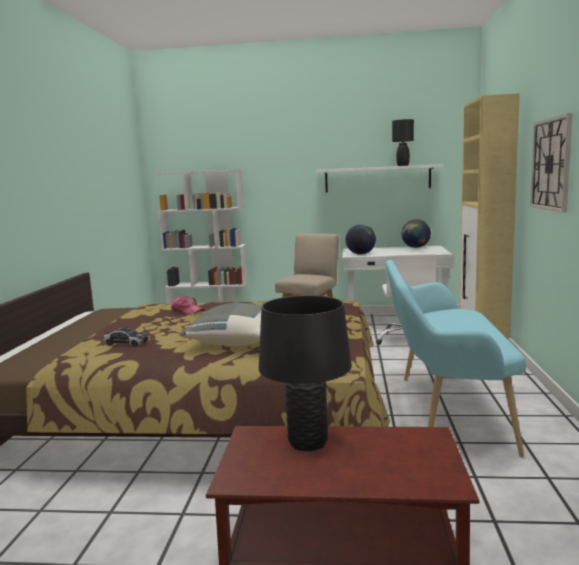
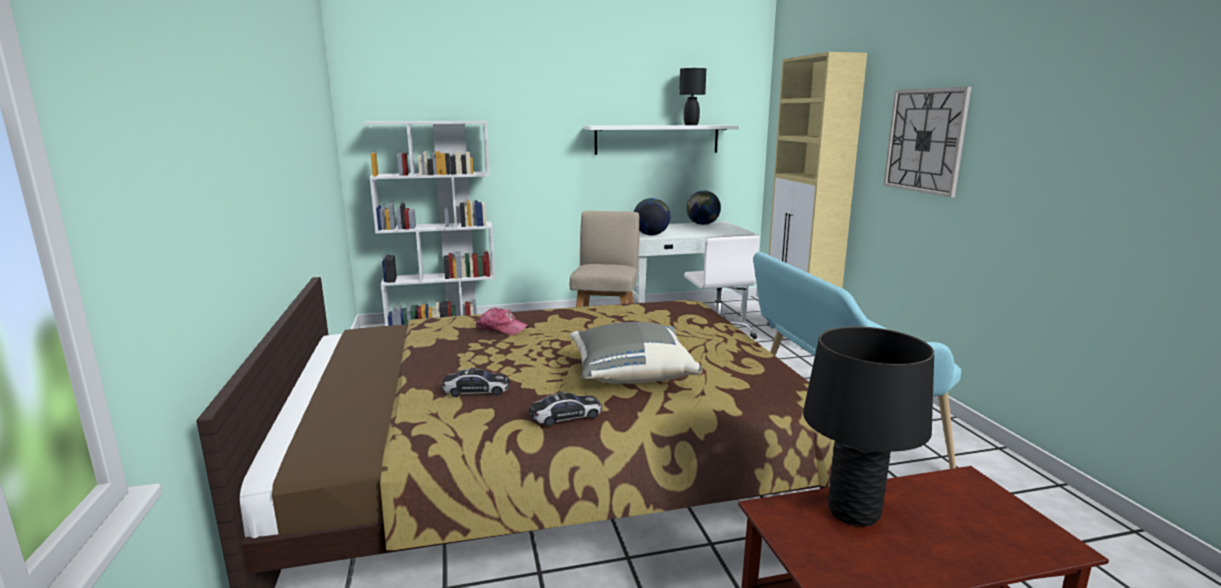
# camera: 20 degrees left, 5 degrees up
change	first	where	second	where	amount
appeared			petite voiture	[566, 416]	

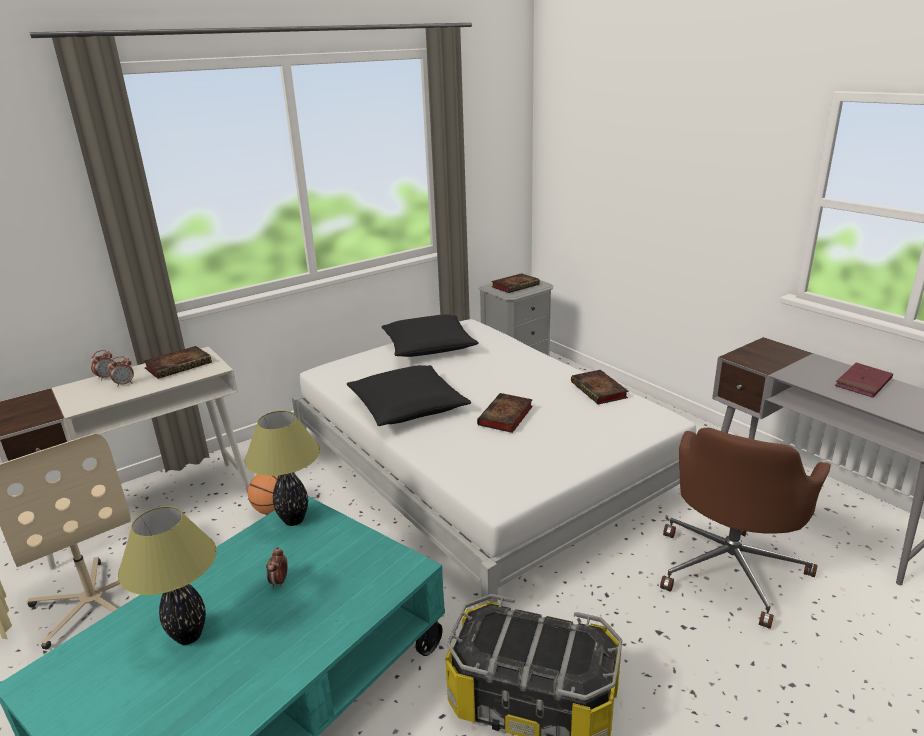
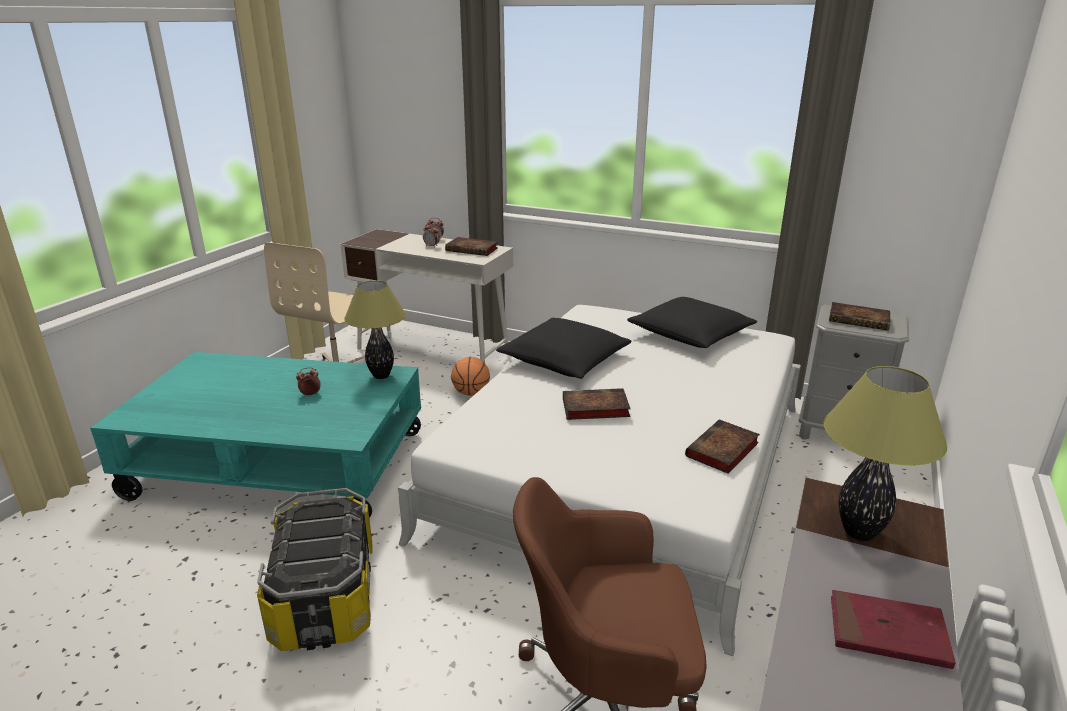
# camera: 60 degrees right, 0 degrees up
change	first	where	second	where	amount
relocated	lampe de table	[189, 636]		[859, 533]	

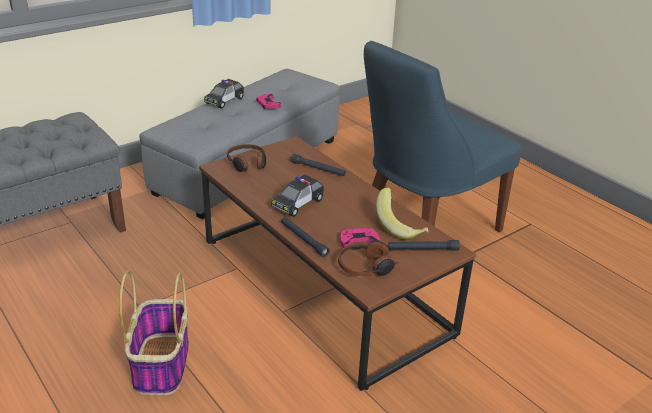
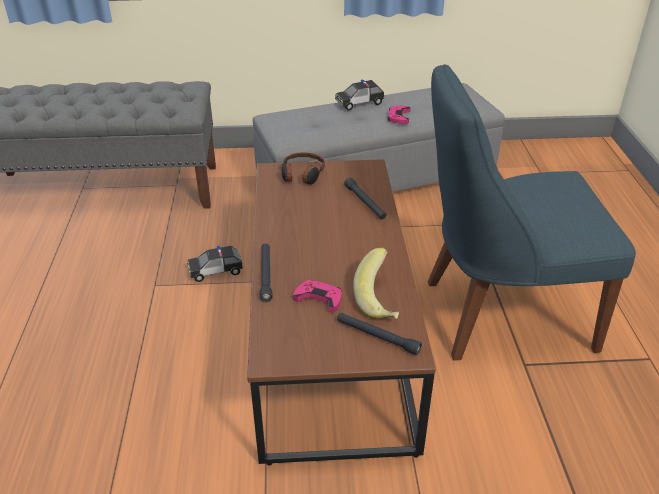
# camera: 35 degrees right, 5 degrees up
change	first	where	second	where	amount
relocated	petite voiture	[298, 204]		[216, 271]	
missing	casque audio	[366, 267]			
missing	panier	[161, 363]			

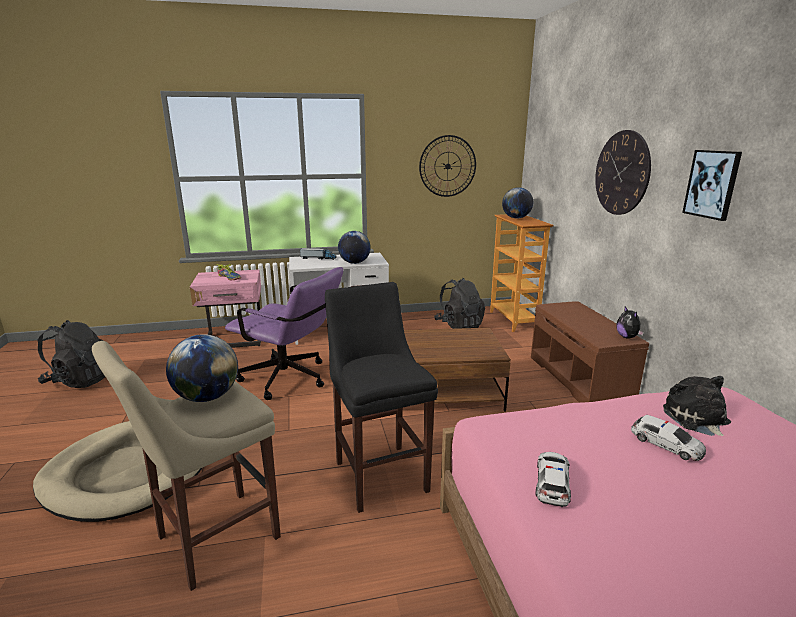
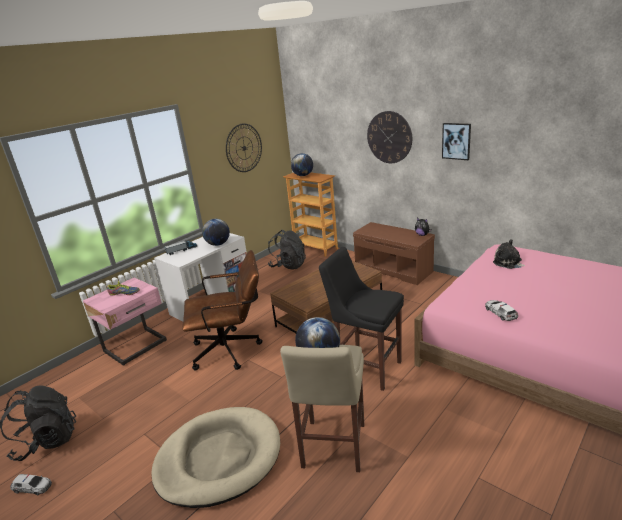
# camera: 35 degrees left, 5 degrees up
change	first	where	second	where	amount
colour	chaise de bureau/violet	[291, 380]	chaise de bureau/marron	[232, 350]	
relocated	petite voiture	[666, 444]		[32, 487]	

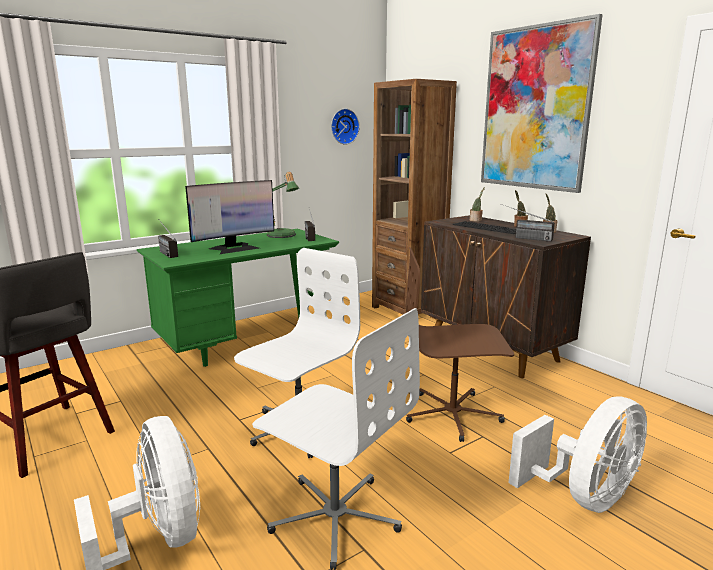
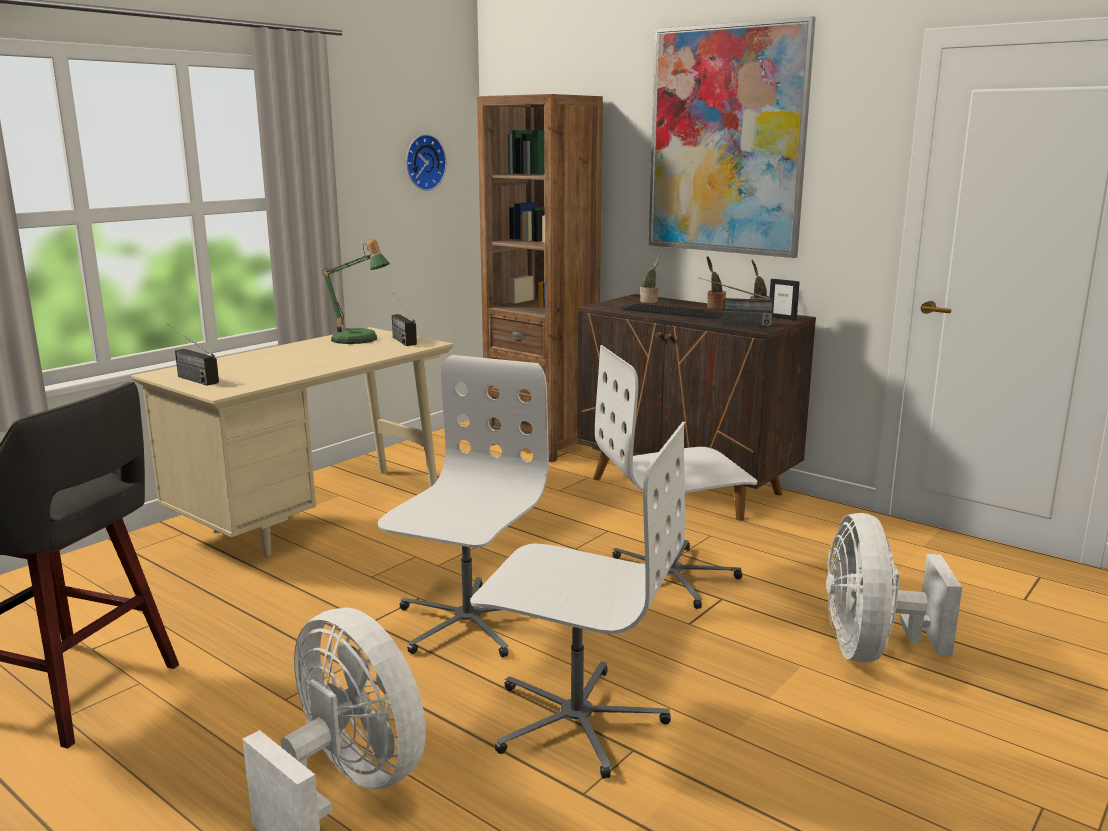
# camera: 15 degrees left, 0 degrees up
change	first	where	second	where	amount
missing	écran d'ordinateur	[234, 248]			
colour	bureau/vert	[247, 342]	bureau/beige	[316, 514]	
colour	chaise de bureau/marron	[453, 414]	chaise de bureau/blanc	[671, 577]	
spun	ventilateur/blanc	[584, 497]		[871, 649]	150 degrees clockwise
appeared			cadre photo	[782, 318]	

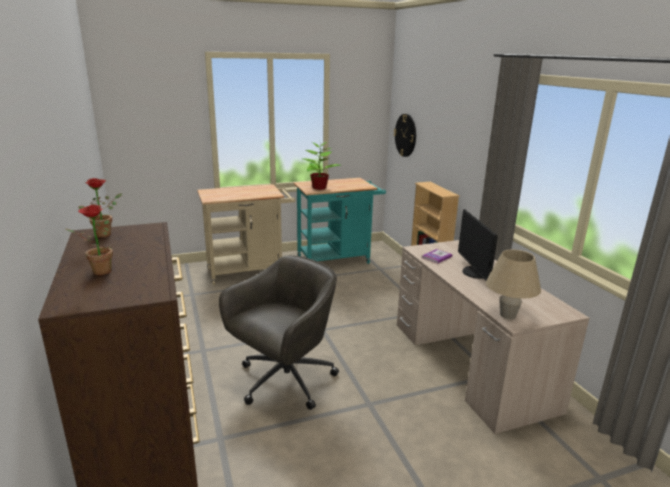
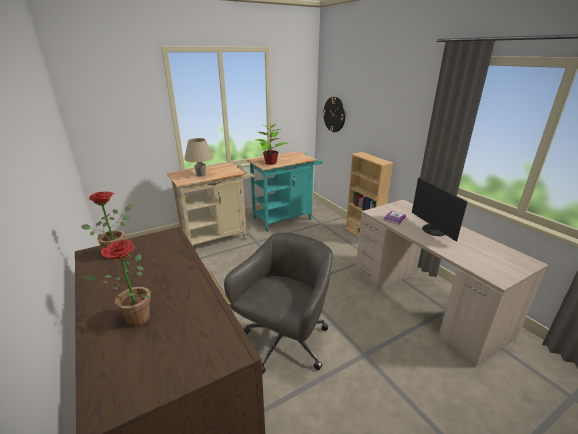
# camera: 10 degrees left, 5 degrees up
change	first	where	second	where	amount
relocated	lampe de table/beige	[508, 315]		[201, 175]	

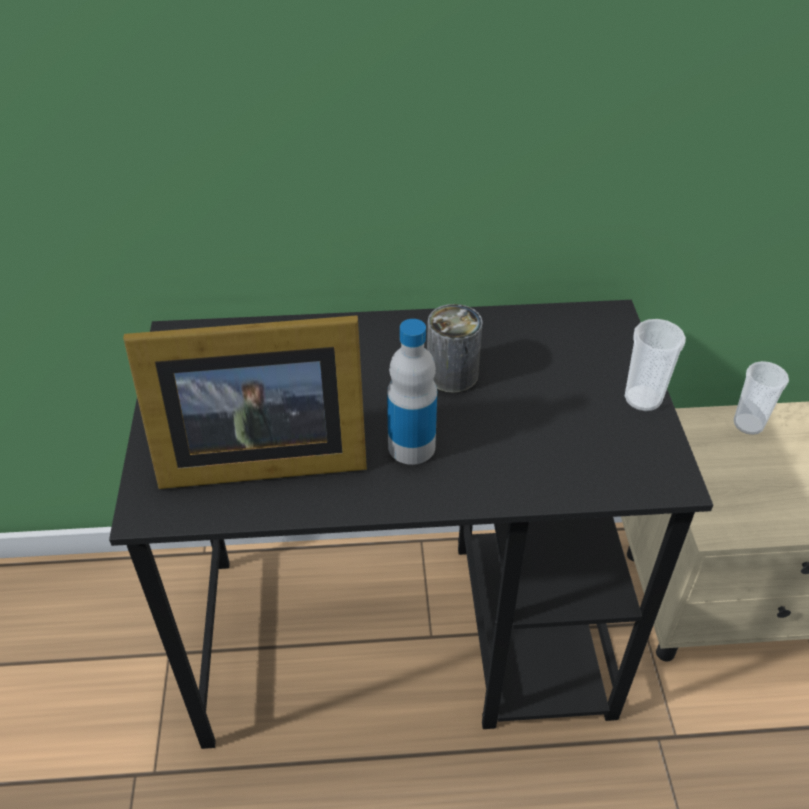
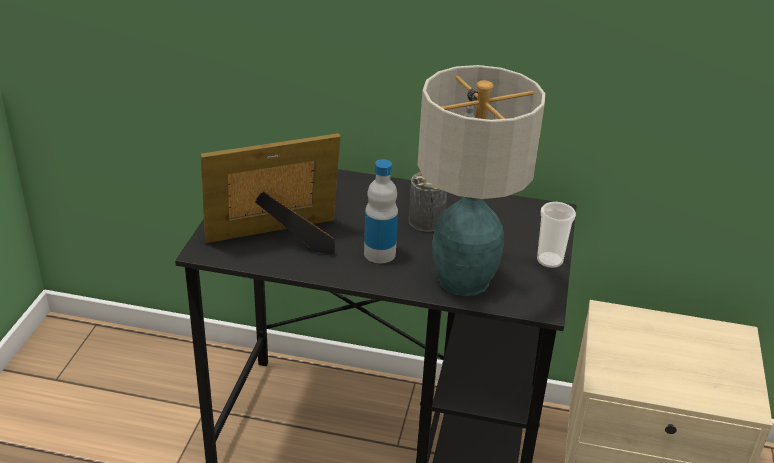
# camera: 15 degrees right, 10 degrees down
change	first	where	second	where	amount
spun	cadre photo	[256, 457]		[279, 239]	150 degrees clockwise
missing	tasse	[748, 424]			
appeared			lampe de table	[462, 279]	

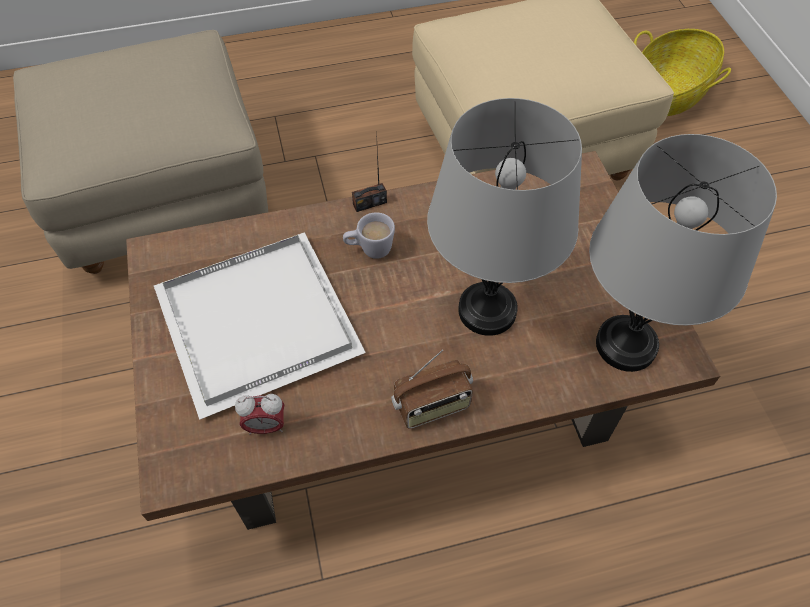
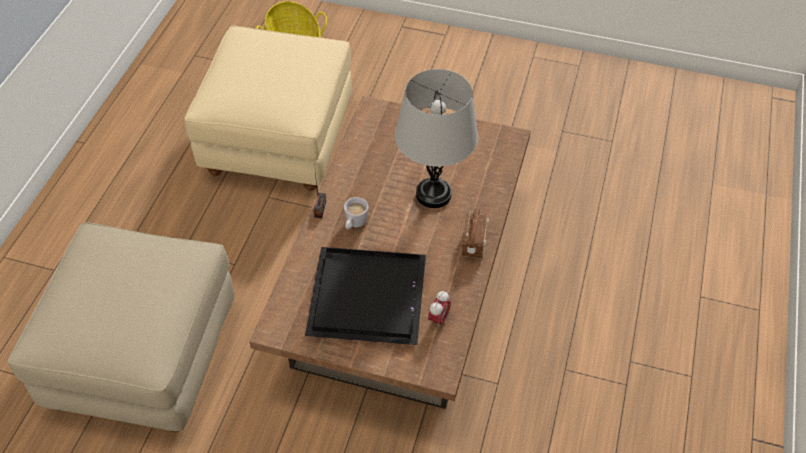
# camera: 60 degrees left, 5 degrees down
change	first	where	second	where	amount
missing	lampe de table/gris	[625, 345]			
colour	plateau/blanc	[255, 326]	plateau/noir	[369, 299]	

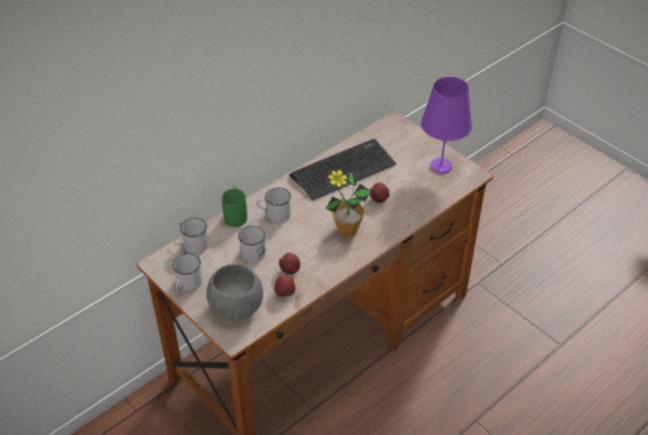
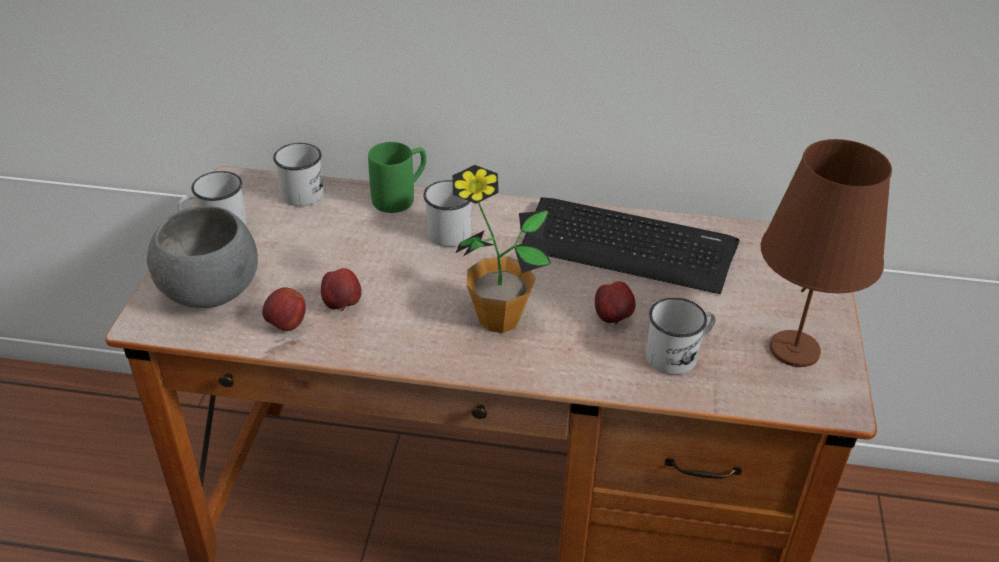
# camera: 50 degrees right, 5 degrees down
change	first	where	second	where	amount
colour	lampe de table/violet	[441, 166]	lampe de table/marron	[795, 349]	
relocated	mug/blanc	[254, 250]		[678, 355]	

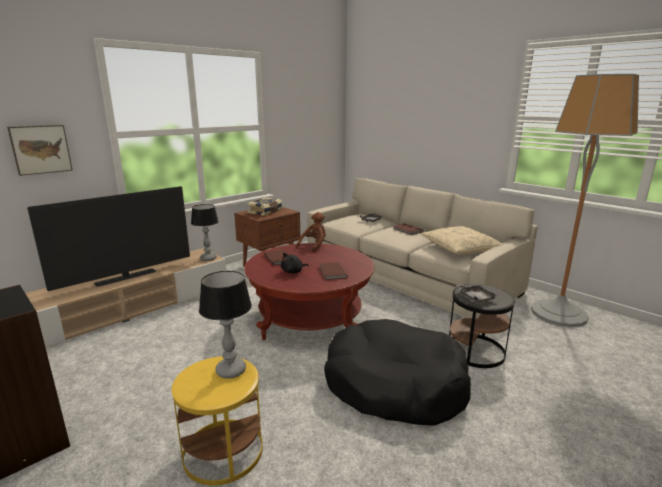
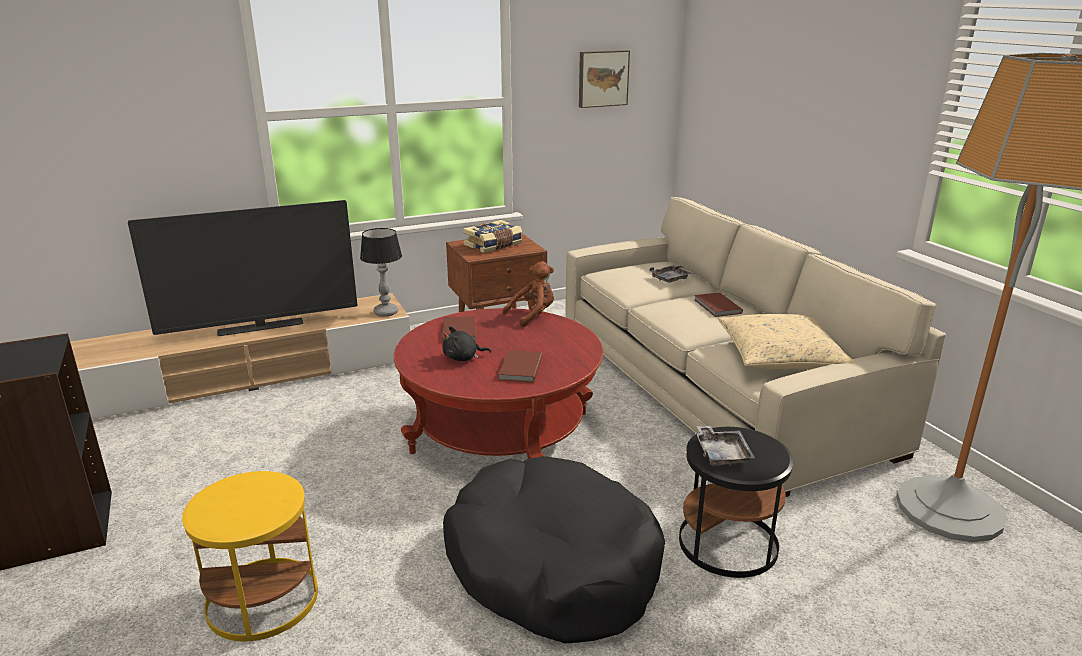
# camera: 20 degrees right, 5 degrees up
change	first	where	second	where	amount
relocated	tableau	[40, 149]		[602, 78]	
missing	lampe de table	[230, 371]			

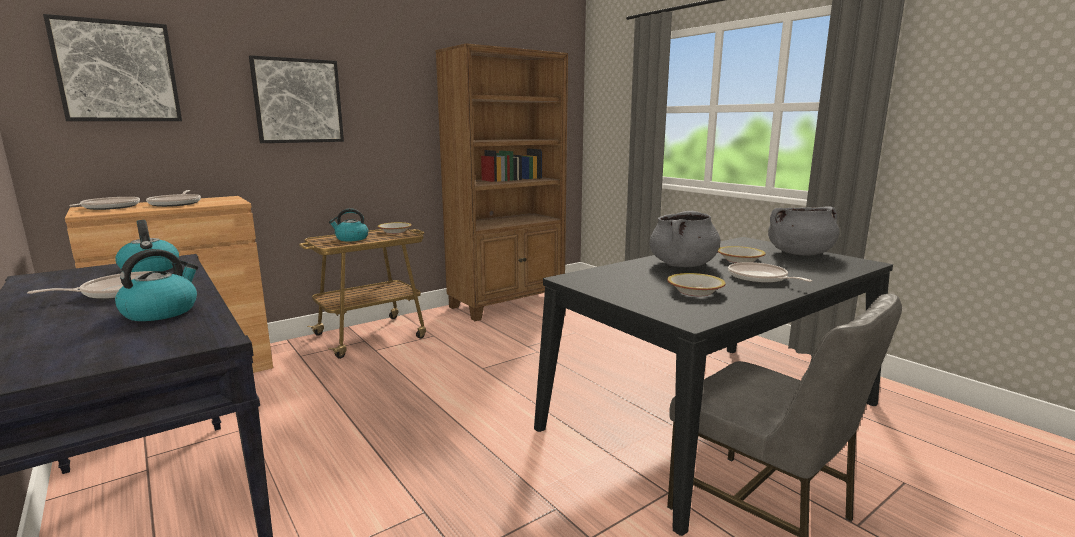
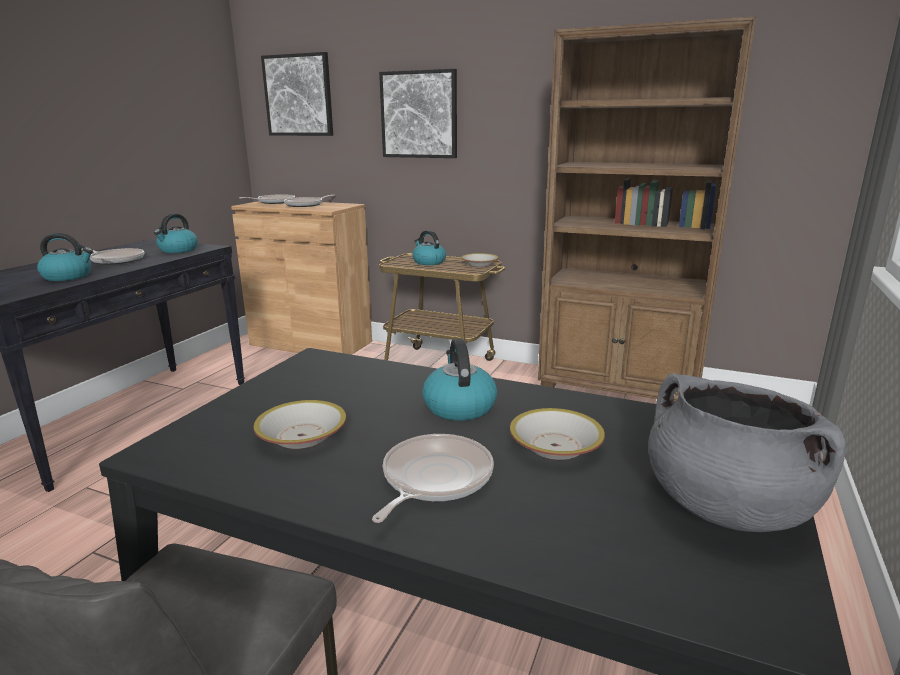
# camera: 60 degrees right, 5 degrees up
change	first	where	second	where	amount
exchanged	marmite/gris	[682, 265]	bouilloire	[458, 406]	

